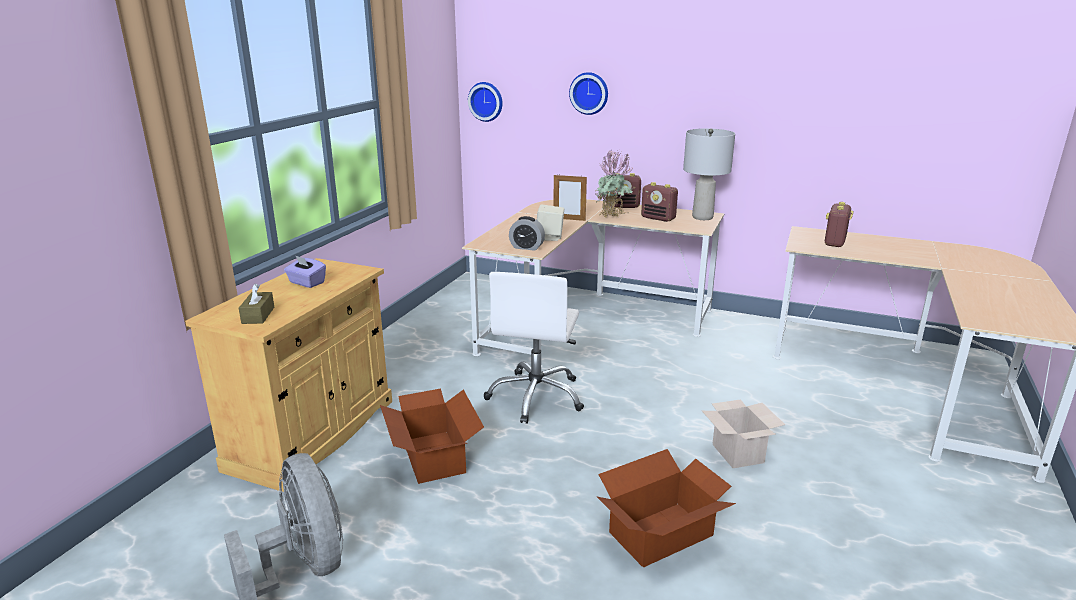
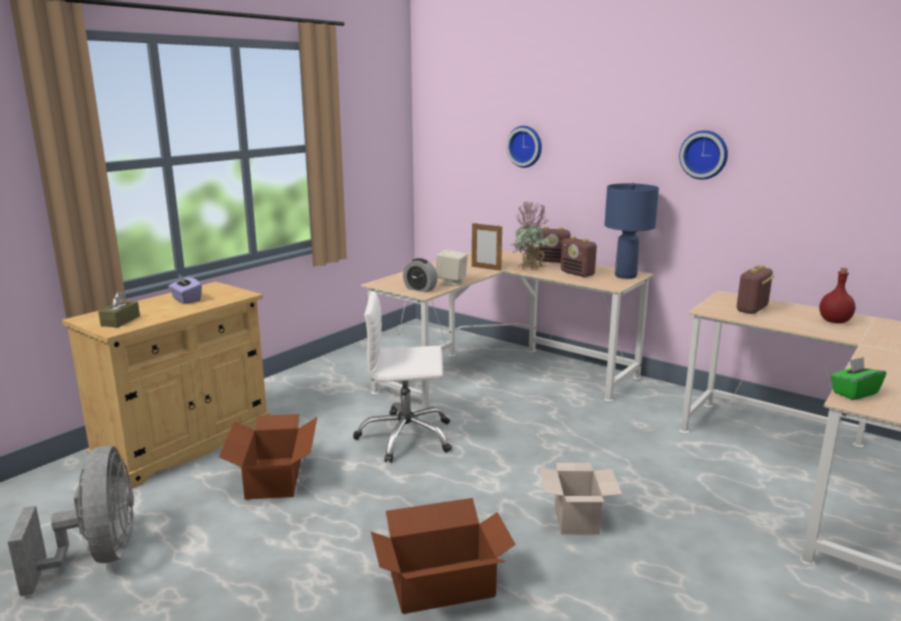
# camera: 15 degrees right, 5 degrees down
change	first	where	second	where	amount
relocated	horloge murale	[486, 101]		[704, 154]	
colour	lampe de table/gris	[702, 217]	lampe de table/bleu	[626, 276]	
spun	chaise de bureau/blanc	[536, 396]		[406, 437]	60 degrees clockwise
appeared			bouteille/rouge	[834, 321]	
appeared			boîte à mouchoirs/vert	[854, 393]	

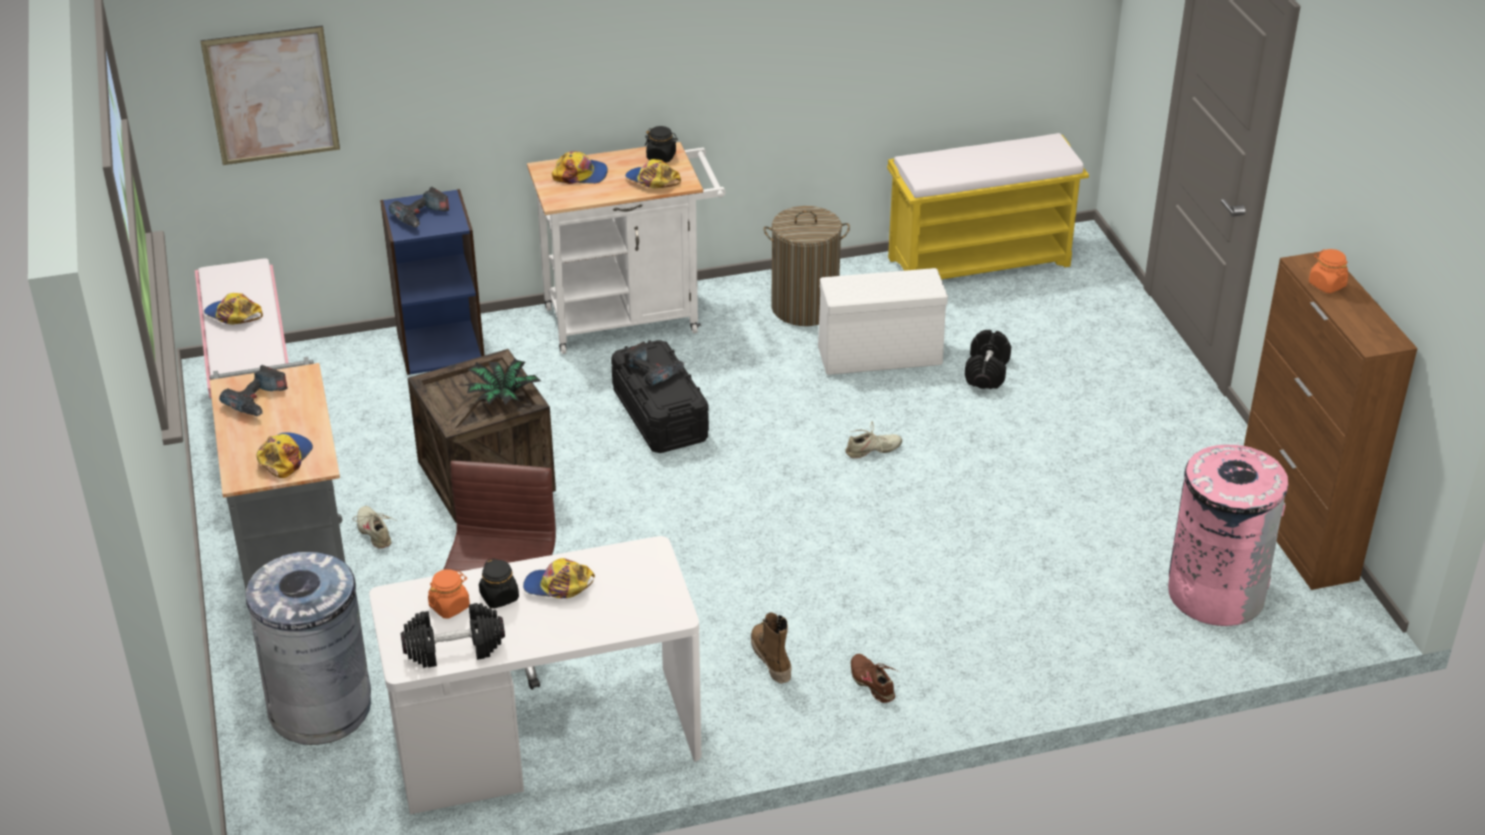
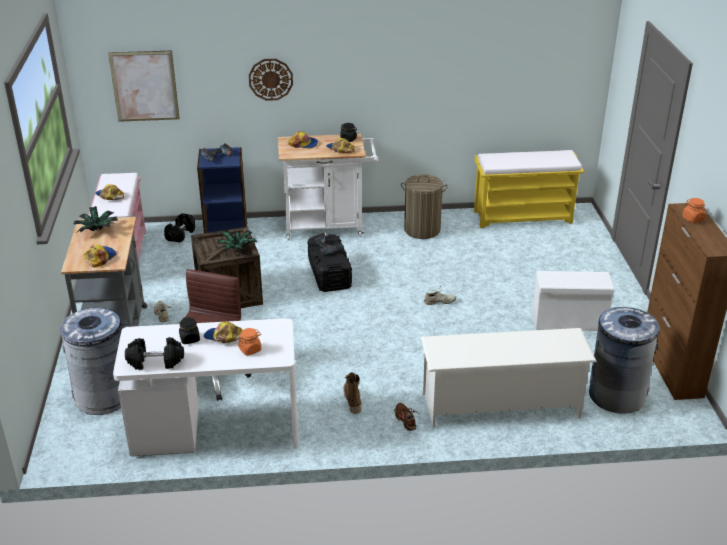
# camera: 10 degrees right, 5 degrees down
change	first	where	second	where	amount
relocated	boîte de rangement/blanc	[878, 356]		[567, 322]	
relocated	haltère/noir	[987, 372]		[180, 235]	
exchanged	perceuse	[258, 400]	plante en pot	[97, 230]	
colour	poubelle/rose	[1215, 593]	poubelle/gris	[616, 395]	
relocated	bocal/orange	[449, 606]		[250, 349]	
appeared			horloge murale	[270, 79]	
appeared			étagère à chaussures/blanc	[501, 405]	

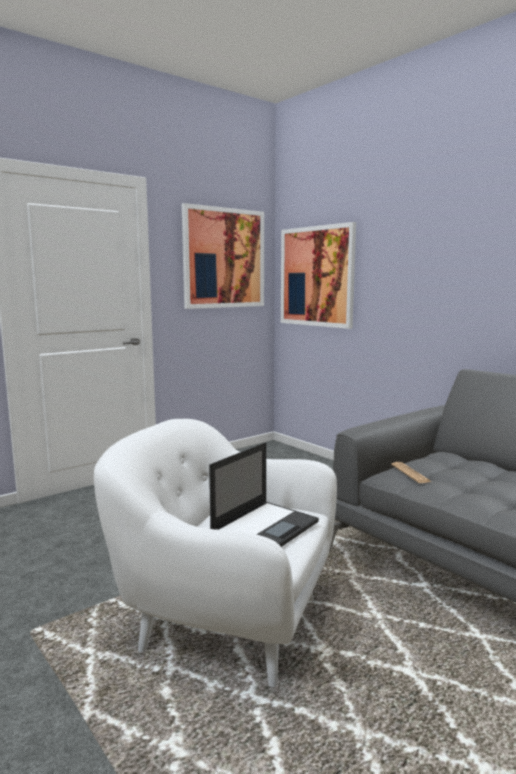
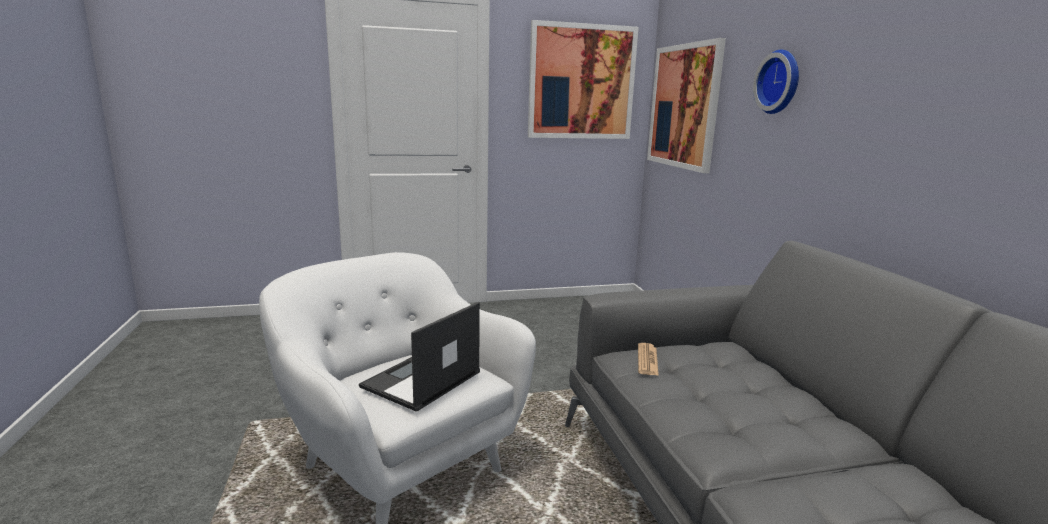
# camera: 25 degrees right, 5 degrees up
change	first	where	second	where	amount
spun	ordinateur portable	[265, 527]		[421, 380]	150 degrees clockwise
appeared			horloge murale	[780, 82]	

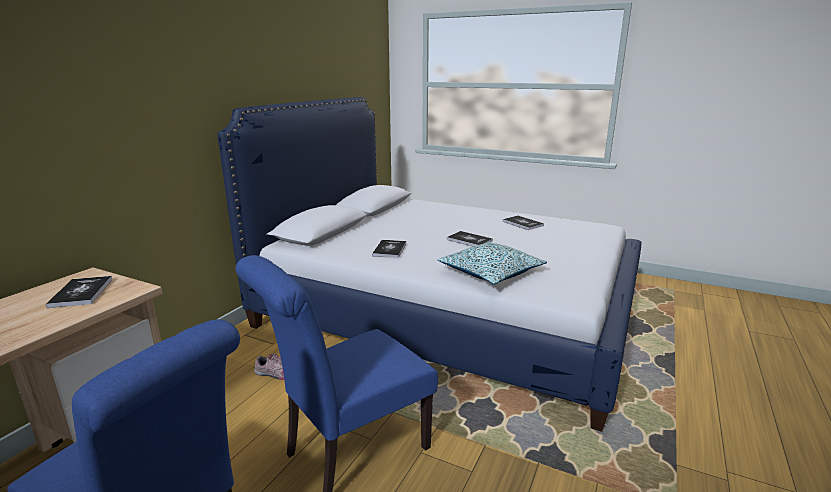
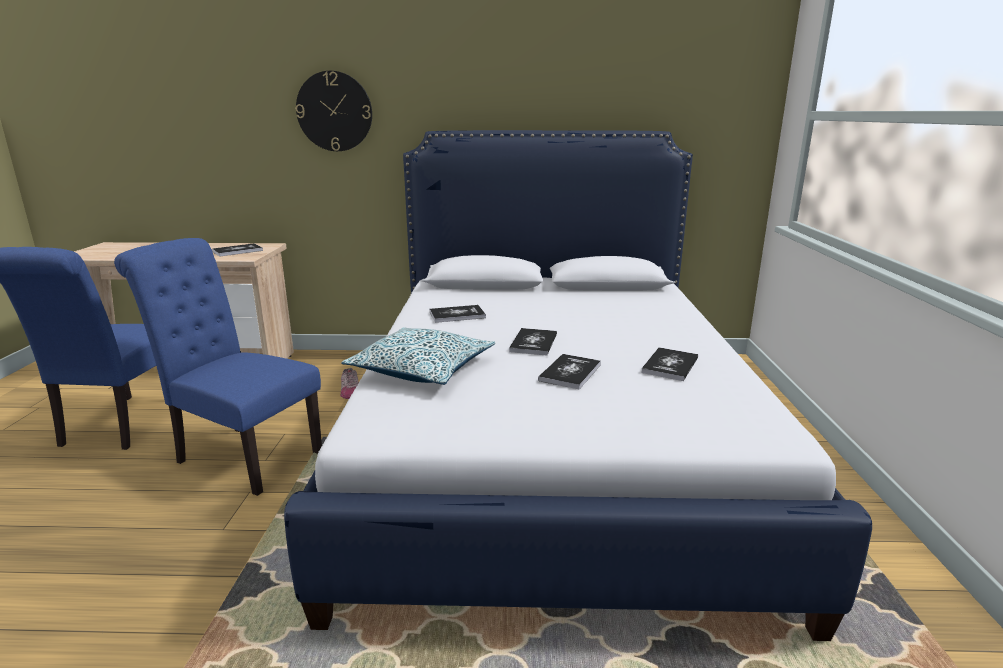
# camera: 65 degrees right, 0 degrees up
change	first	where	second	where	amount
appeared			horloge murale	[334, 111]	
appeared			livre	[570, 372]	

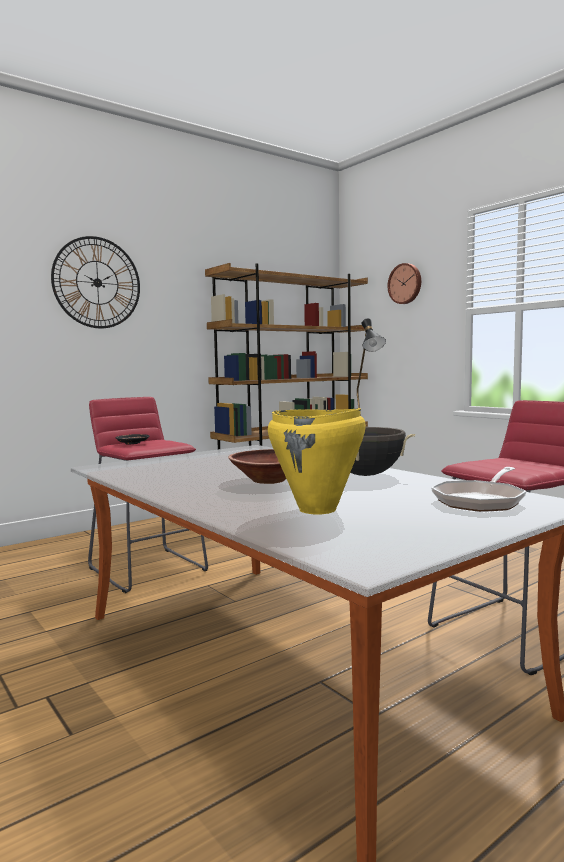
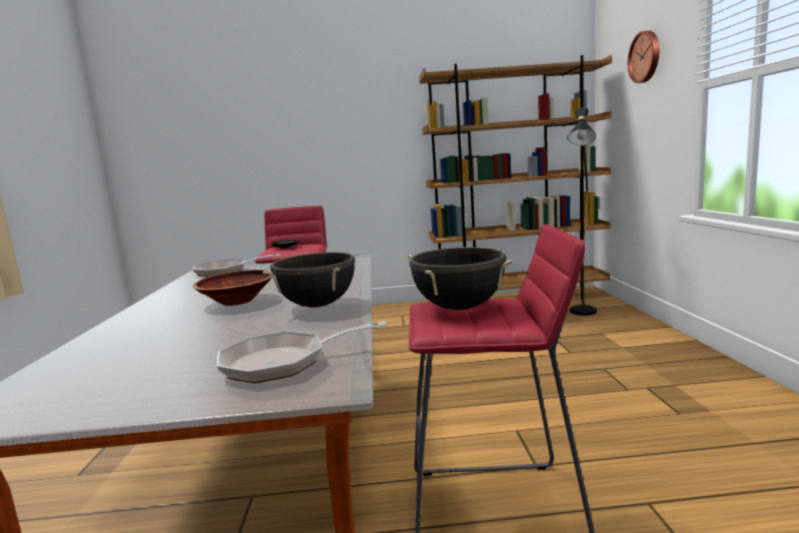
# camera: 35 degrees right, 5 degrees up
change	first	where	second	where	amount
missing	horloge murale	[97, 282]			
missing	marmite/jaune	[318, 510]			
appeared			marmite/noir	[459, 308]	
appeared			poêle	[226, 271]	

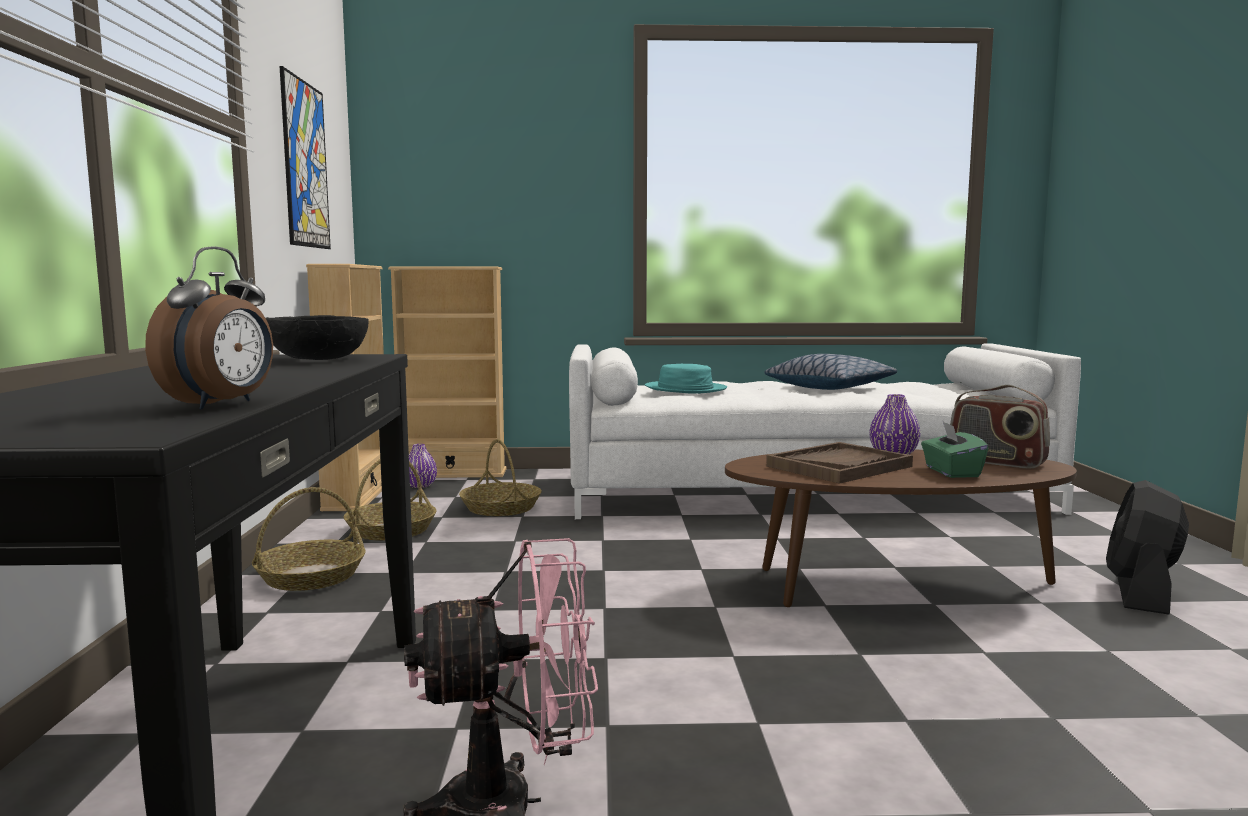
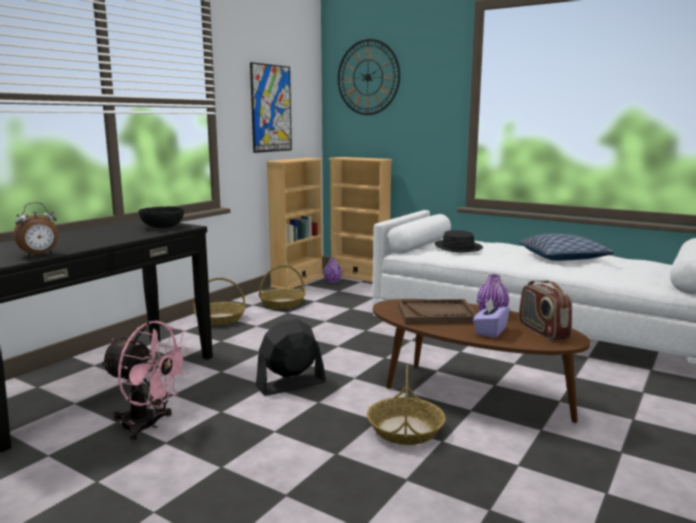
# camera: 35 degrees right, 5 degrees up
change	first	where	second	where	amount
colour	chapeau/turquoise	[685, 389]	chapeau/noir	[457, 247]	
colour	boîte à mouchoirs/vert	[951, 472]	boîte à mouchoirs/violet	[490, 331]	
relocated	panier	[501, 508]		[405, 430]	
relocated	ventilateur/noir	[1140, 593]		[290, 384]	
appeared			horloge murale	[368, 77]	

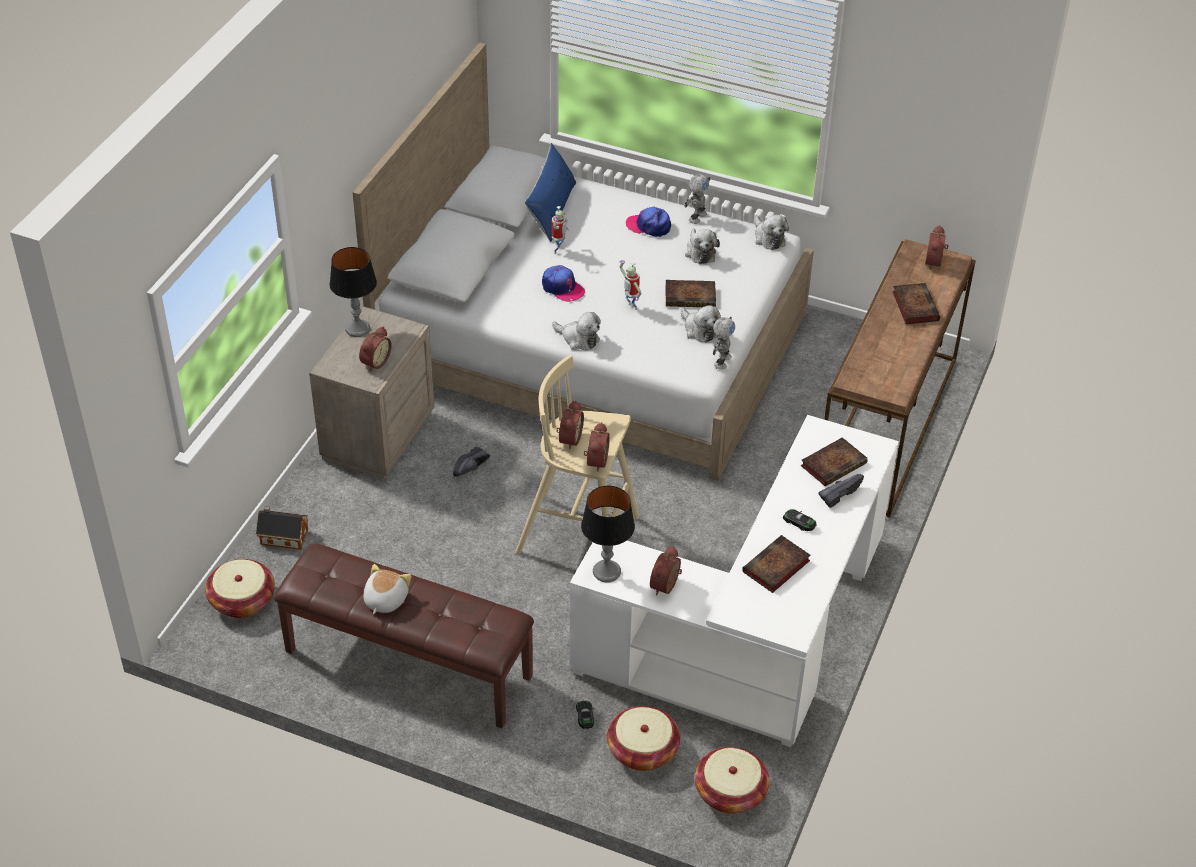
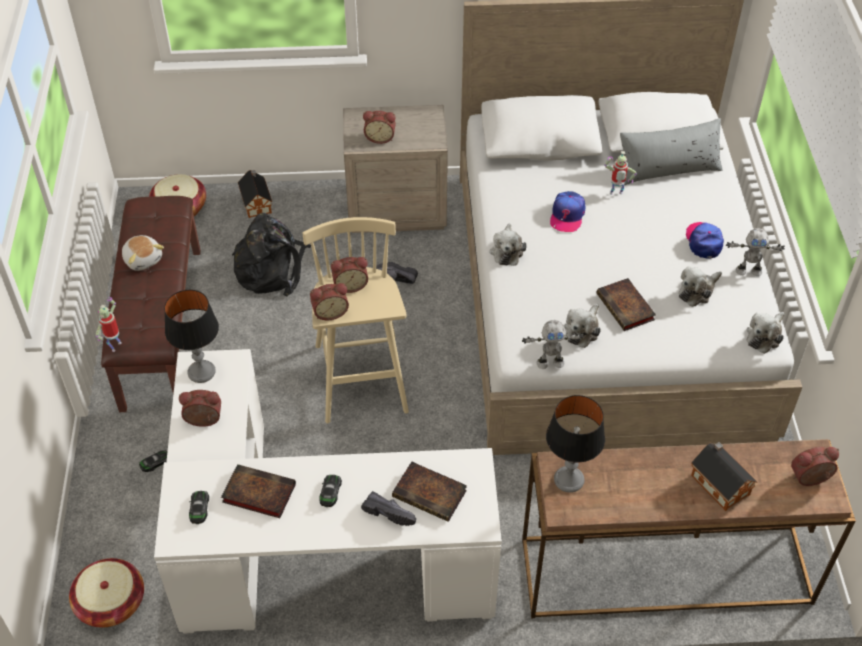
# camera: 65 degrees right, 5 degrees up
change	first	where	second	where	amount
colour	coussin/bleu	[551, 210]	coussin/gris	[668, 169]	
relocated	lampe de table	[357, 329]		[569, 480]	
relocated	robot jouet	[630, 307]		[115, 345]	
exchanged	livre	[914, 305]	maison miniature	[719, 483]	
spun	peluche	[384, 600]		[143, 259]	60 degrees clockwise
missing	panier	[642, 750]			
appeared			sac à dos/noir	[272, 269]	
appeared			petite voiture	[199, 508]	

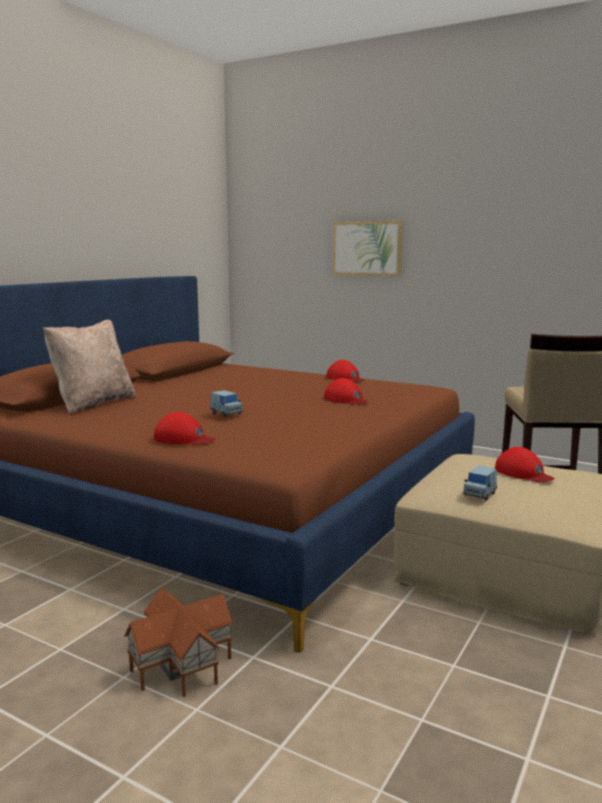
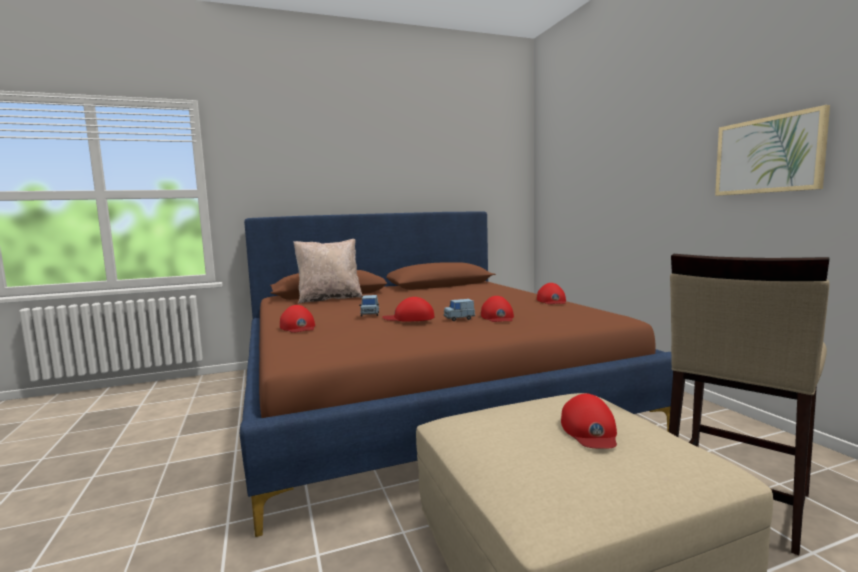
# camera: 40 degrees right, 5 degrees down
change	first	where	second	where	amount
relocated	tableau	[367, 248]		[768, 155]	
relocated	petite voiture/bleu	[479, 494]		[459, 318]	
missing	maison miniature	[179, 664]			
appeared			casquette/rouge	[409, 318]	

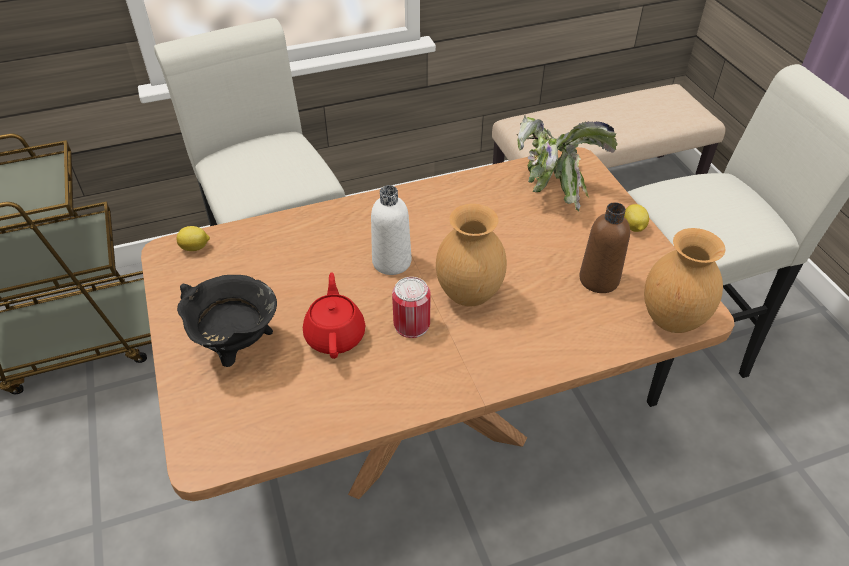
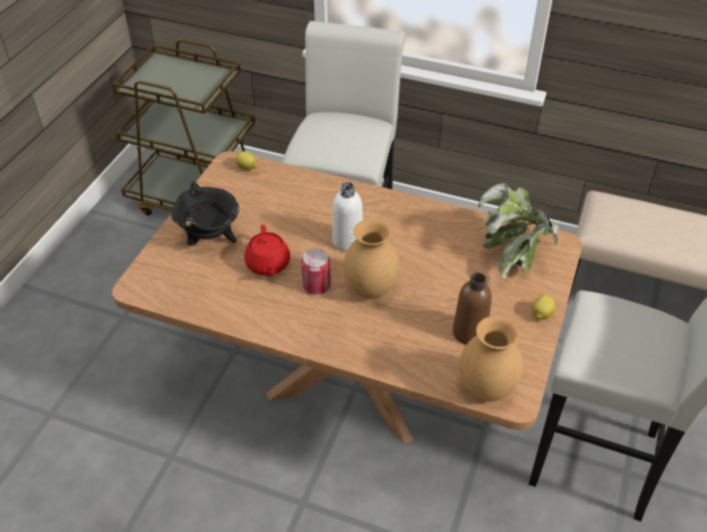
# camera: 40 degrees right, 0 degrees up
change	first	where	second	where	amount
spun	théière/rouge	[335, 335]		[268, 265]	135 degrees clockwise

